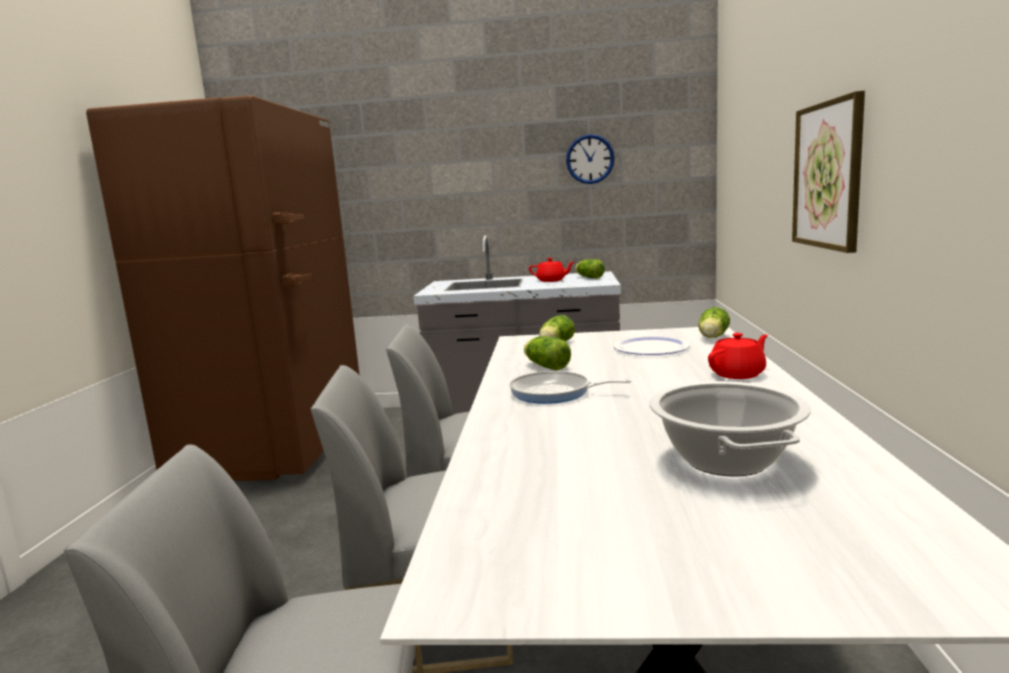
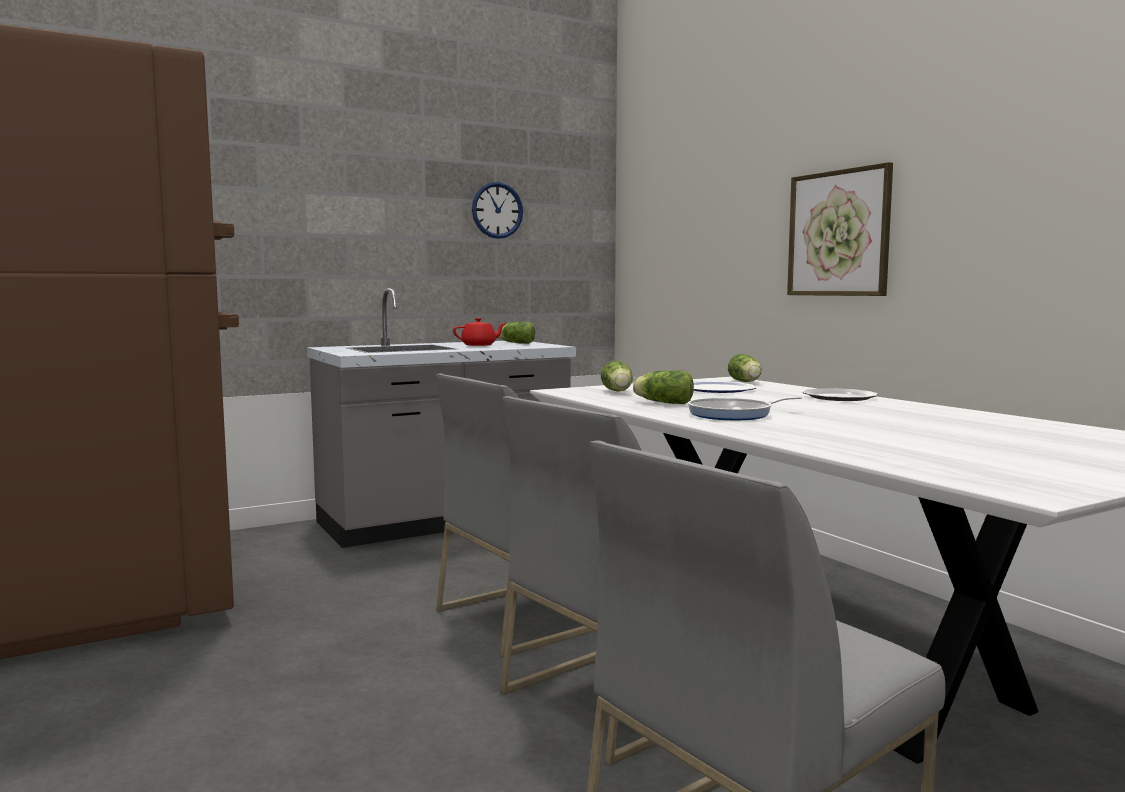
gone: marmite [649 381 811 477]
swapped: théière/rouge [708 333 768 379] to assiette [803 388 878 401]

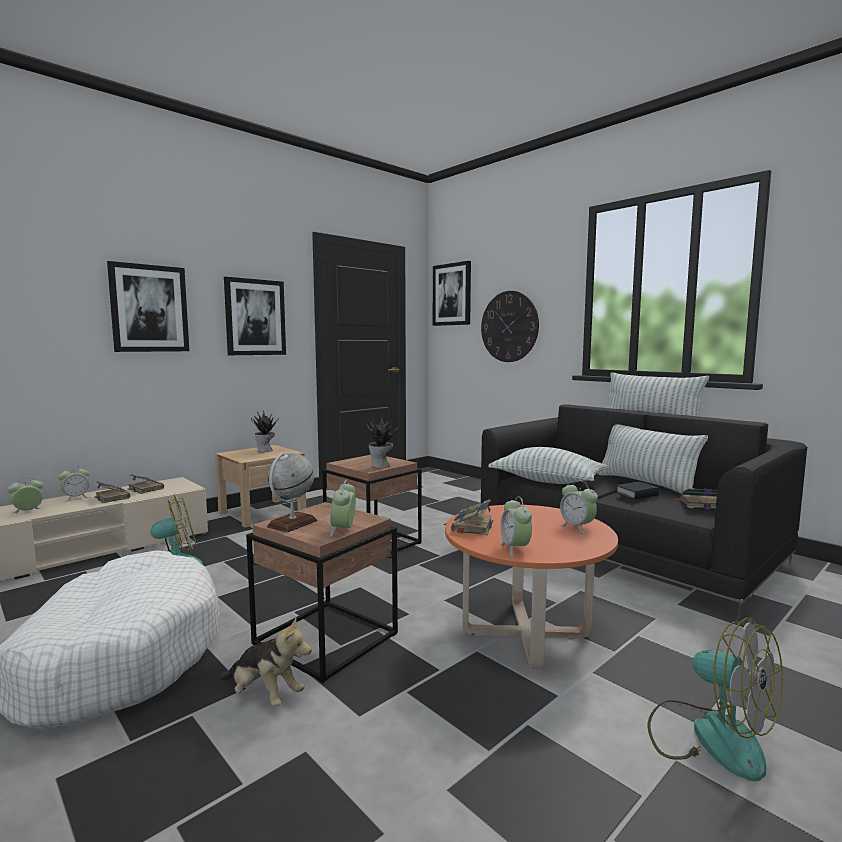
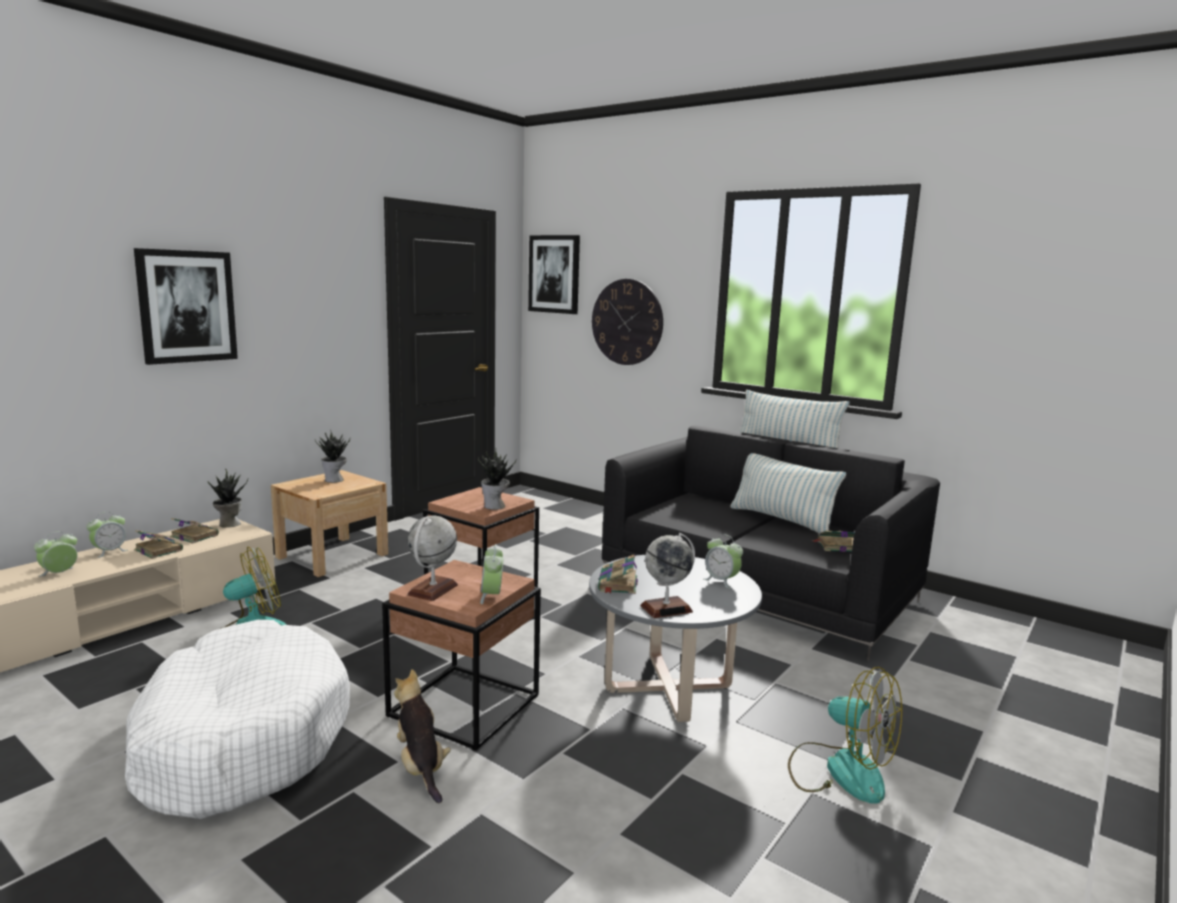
gone: tableau [224 277 286 355]; coussin [488 447 607 484]; livre [615 482 659 499]
new: plante en pot [208 469 248 528]
swapped: réveil [499 496 532 557] to globe [640 533 695 618]
repainted: table basse/orange [445 505 618 669] to table basse/gris [589 555 762 722]
rotated: peluche [220 617 311 706] = [394 669 451 803] 135 degrees counterclockwise

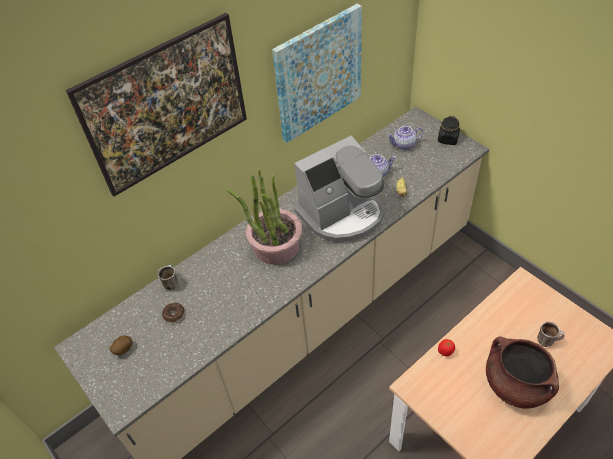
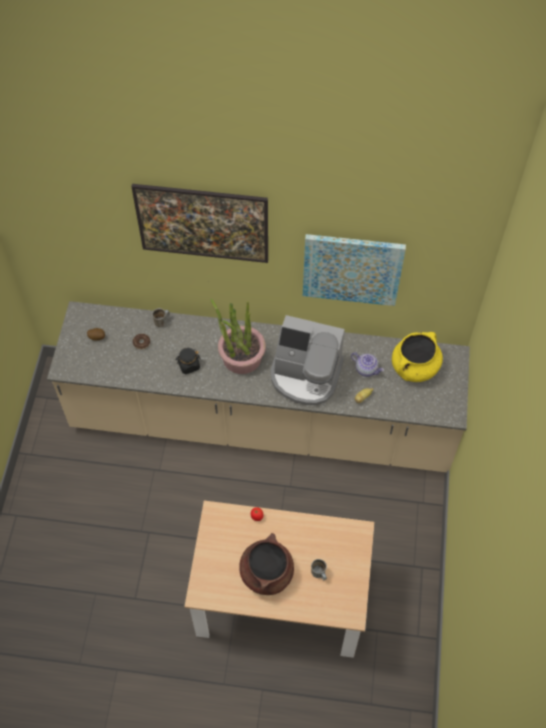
shifted: bocal/noir [438 116 460 145] to [175 348 200 374]
swapped: théière [387 126 424 150] to marmite/jaune [392 332 443 382]

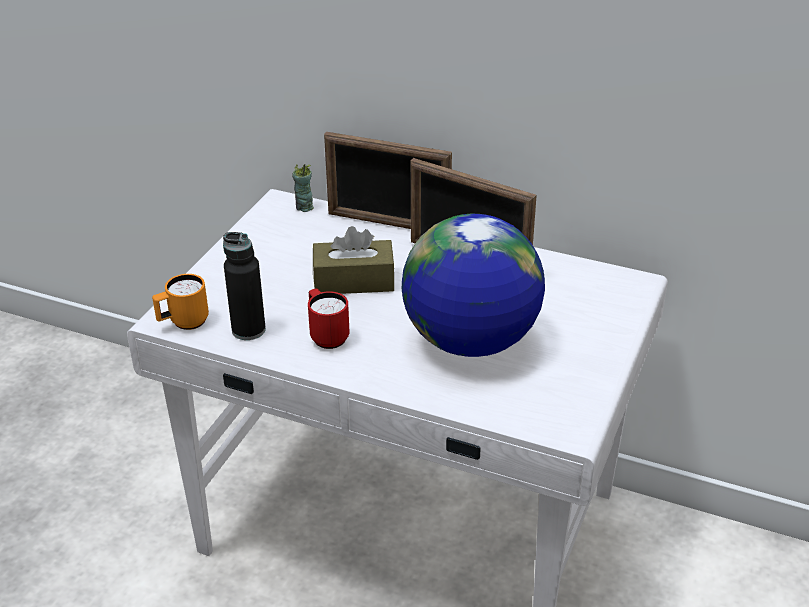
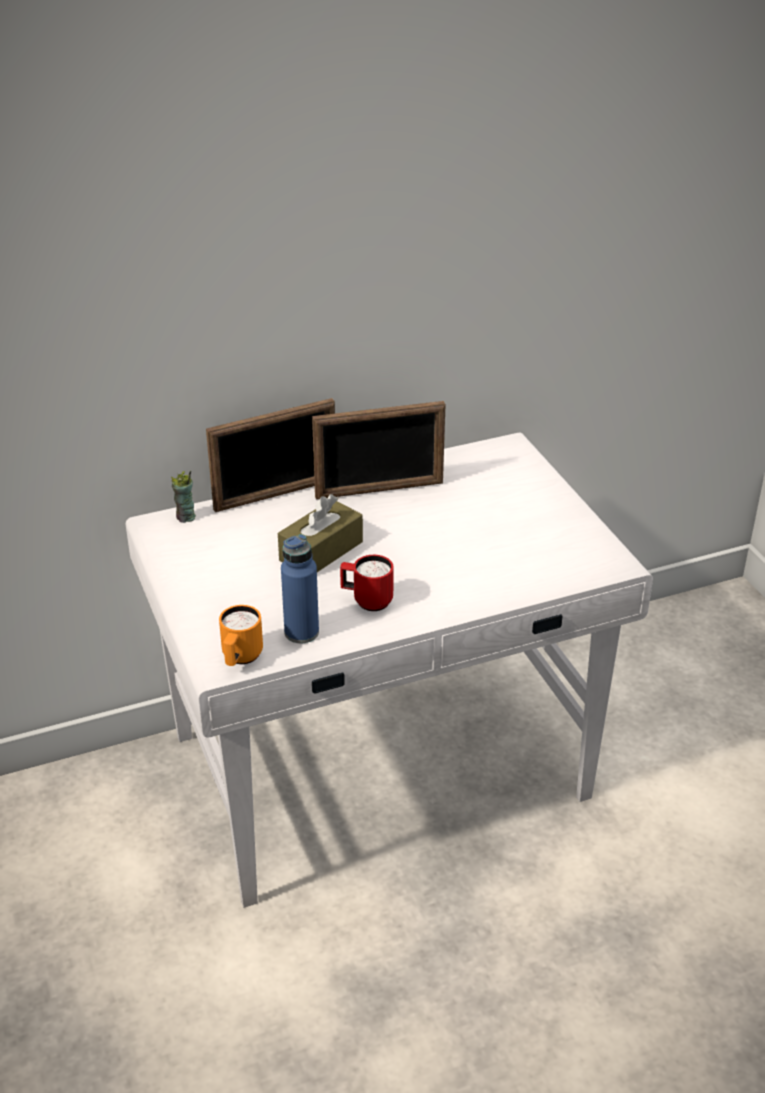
gone: globe [402 214 545 357]
repainted: bouteille/noir [223 232 266 340] to bouteille/bleu [281 534 319 643]

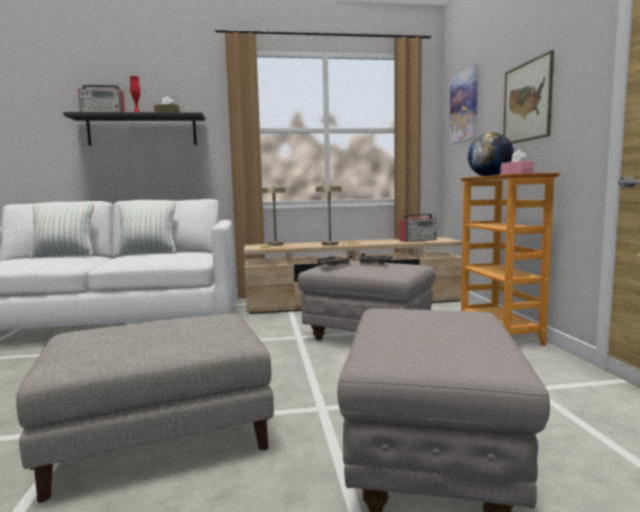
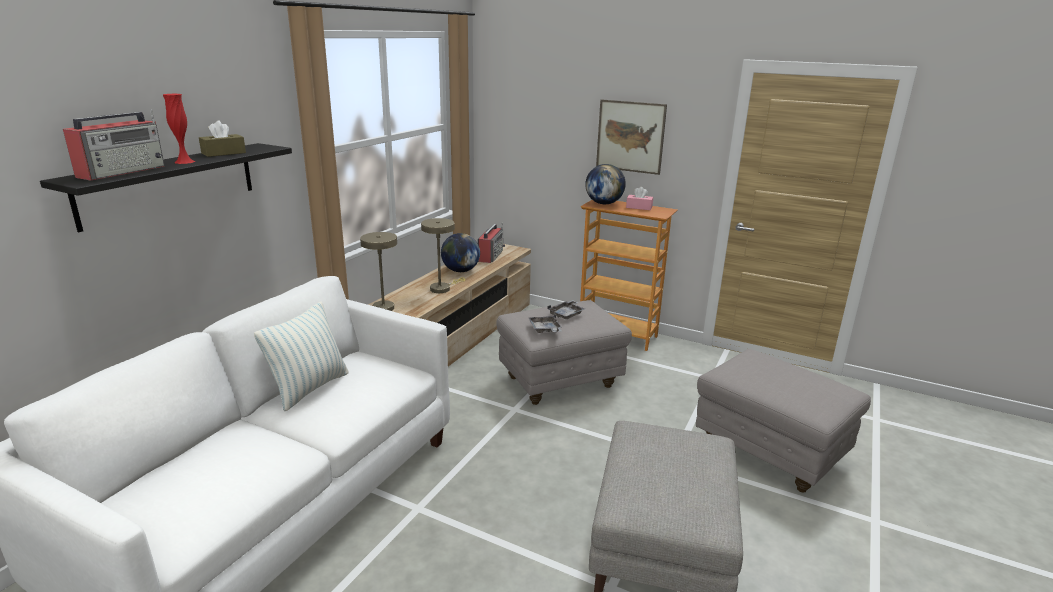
gone: coussin [30 203 94 258]; tableau [449 64 478 144]
new: globe [441 233 480 272]

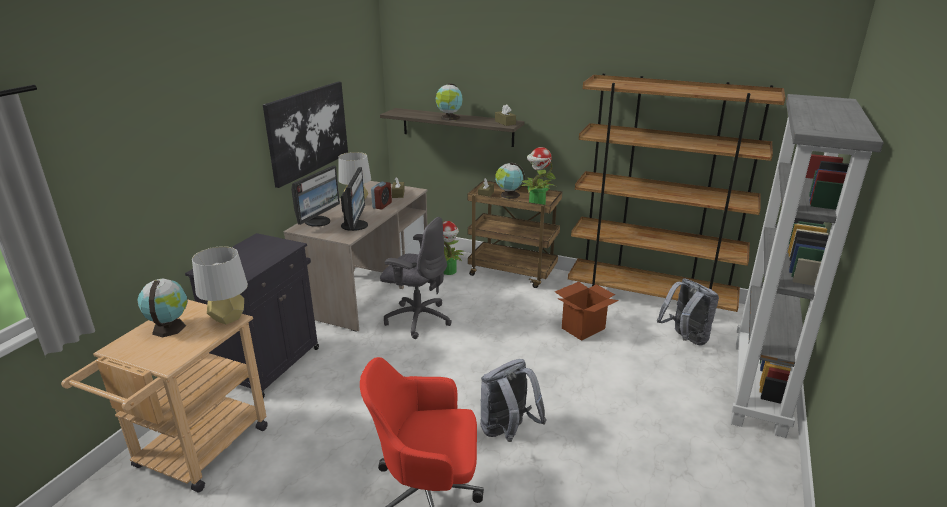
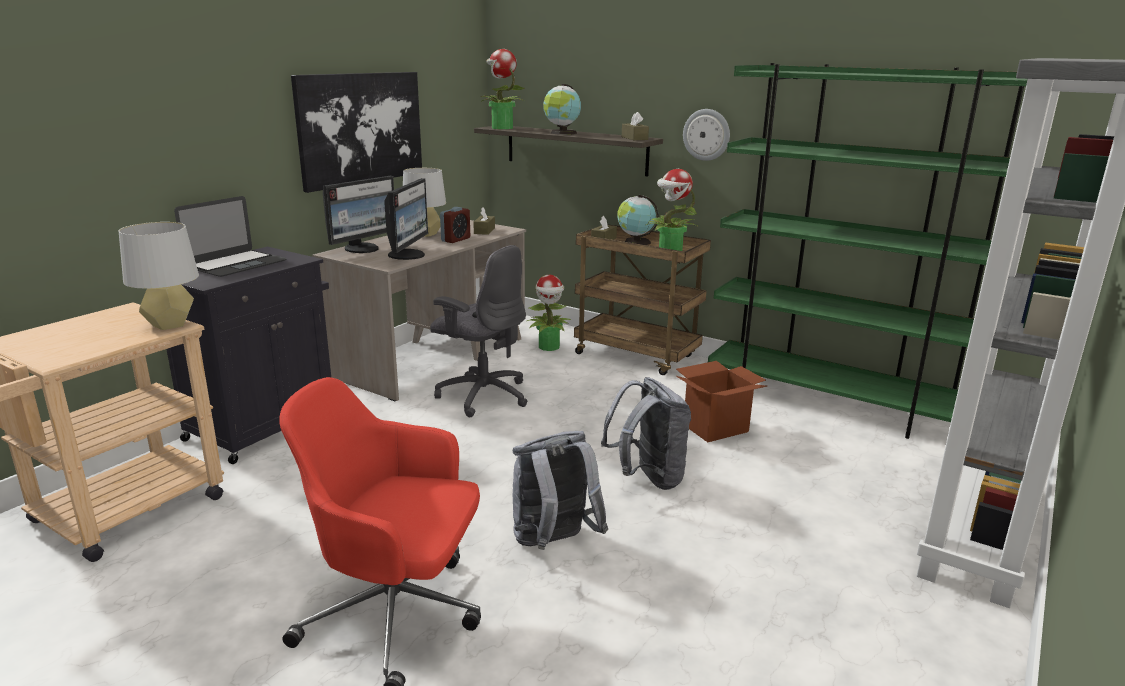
gone: globe [138 279 188 337]
new: ordinateur portable [174 196 287 277]; plante en pot [481 49 525 129]; horloge murale [683 109 730 161]
shifted: sac à dos/gris [657 278 719 346] to [601 377 691 490]
repainted: bibliothèque/marron [568 73 785 312] to bibliothèque/vert [708 63 1028 439]

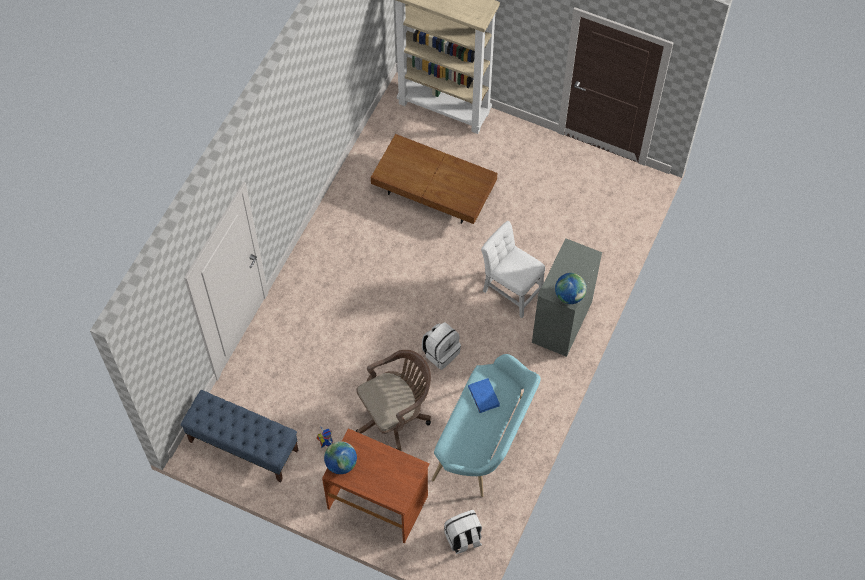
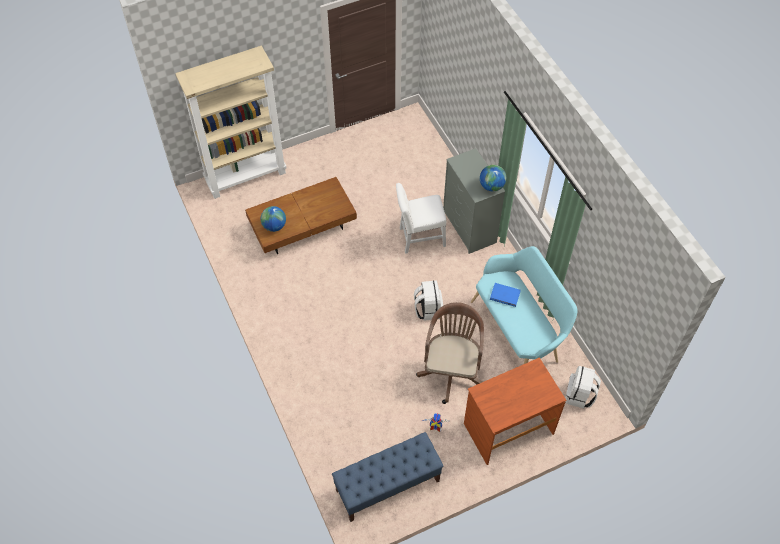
shifted: globe [324 441 357 474] to [261 206 286 232]

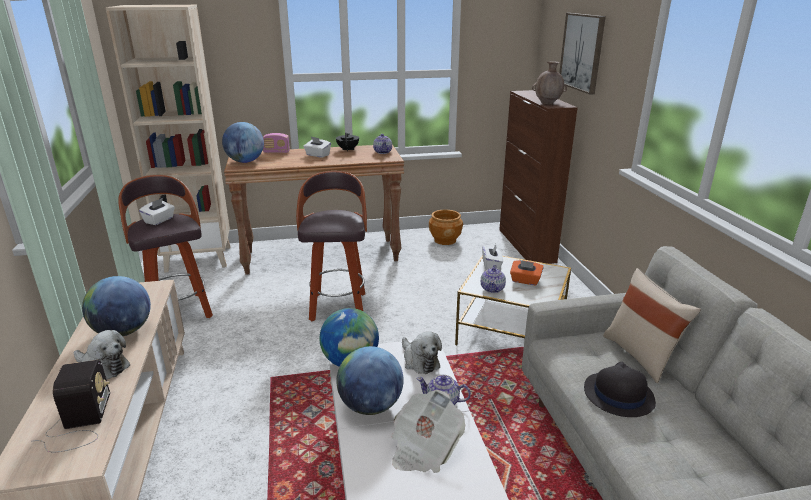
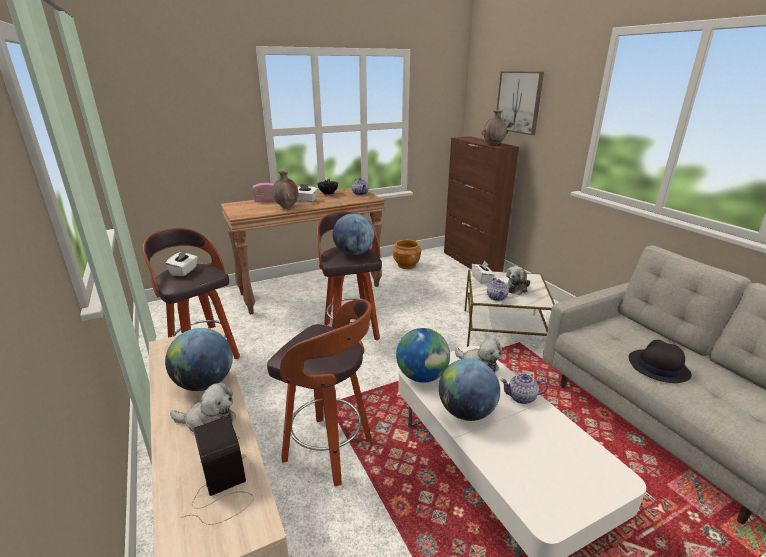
gone: bibliothèque/beige [105 5 230 273]; journal [391 390 465 473]; coussin/beige [603 268 701 383]
new: tabouret [267 299 372 486]; vase/marron [272 170 299 208]
shifted: globe [222 122 264 163] to [333 214 374 255]
swapped: boîte à mouchoirs/orange [510 260 544 286] to peluche [505 266 530 295]

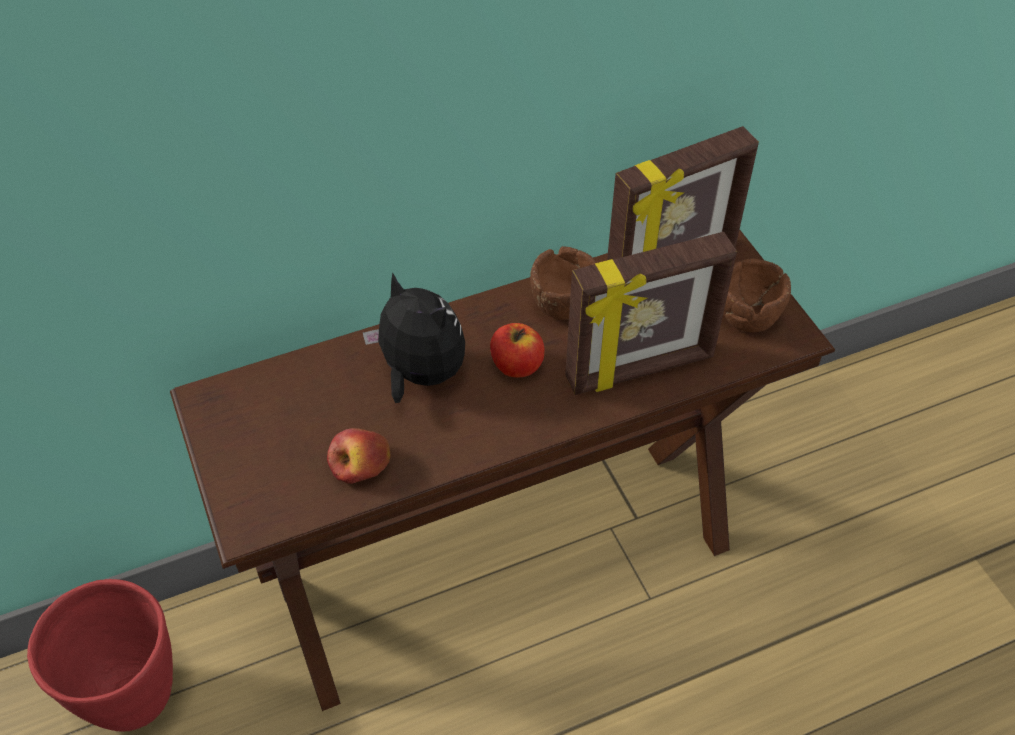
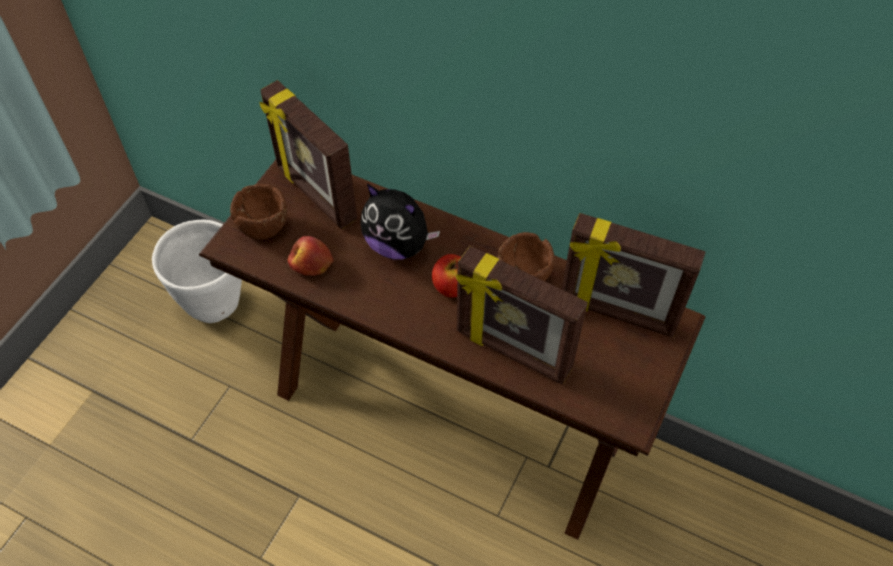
new: cadre photo [259 80 357 229]
shifted: bol/marron [724 258 791 333] to [230 184 287 240]
repainted: cache-pot/rouge [27 579 173 732] to cache-pot/blanc [152 220 242 323]
rotated: peluche [363 272 465 403] = [360 184 440 260] 120 degrees clockwise

